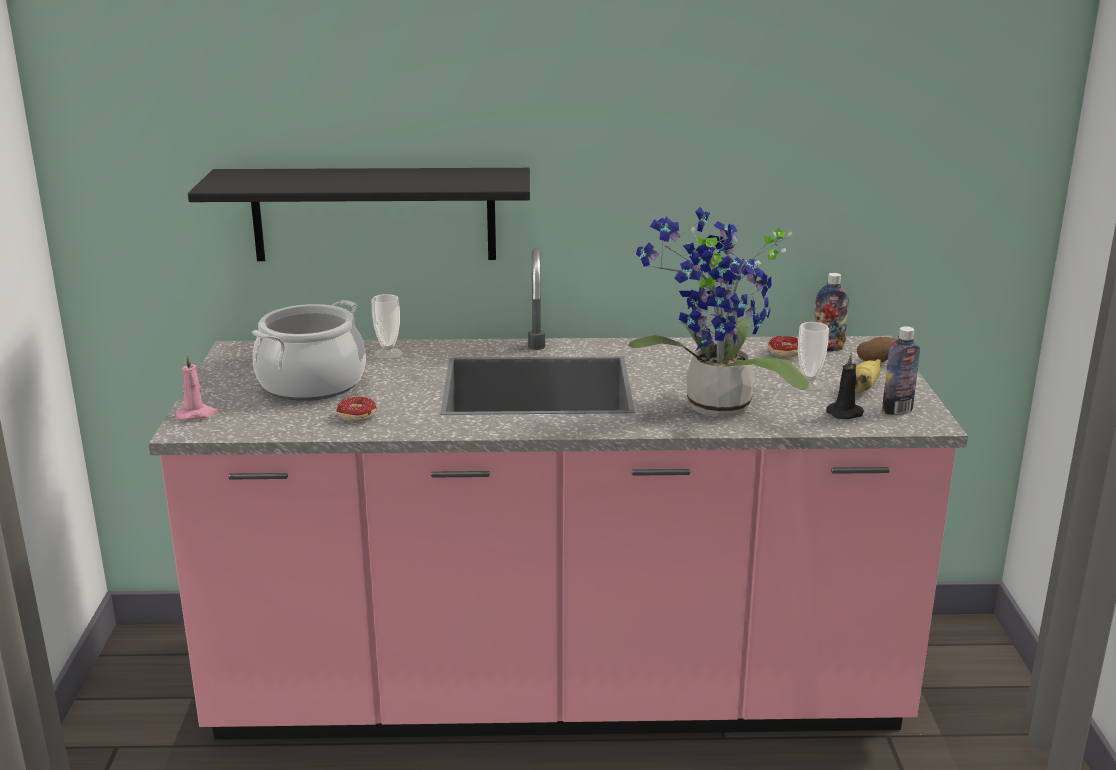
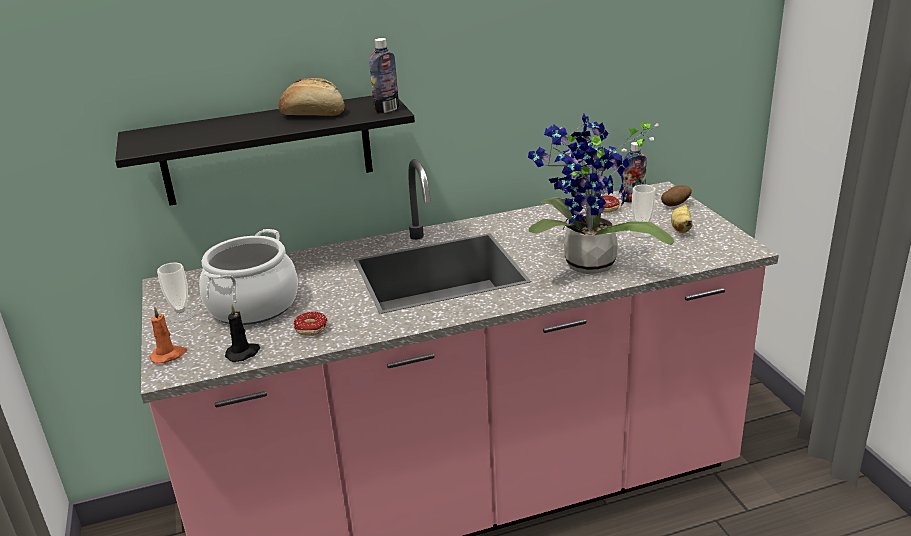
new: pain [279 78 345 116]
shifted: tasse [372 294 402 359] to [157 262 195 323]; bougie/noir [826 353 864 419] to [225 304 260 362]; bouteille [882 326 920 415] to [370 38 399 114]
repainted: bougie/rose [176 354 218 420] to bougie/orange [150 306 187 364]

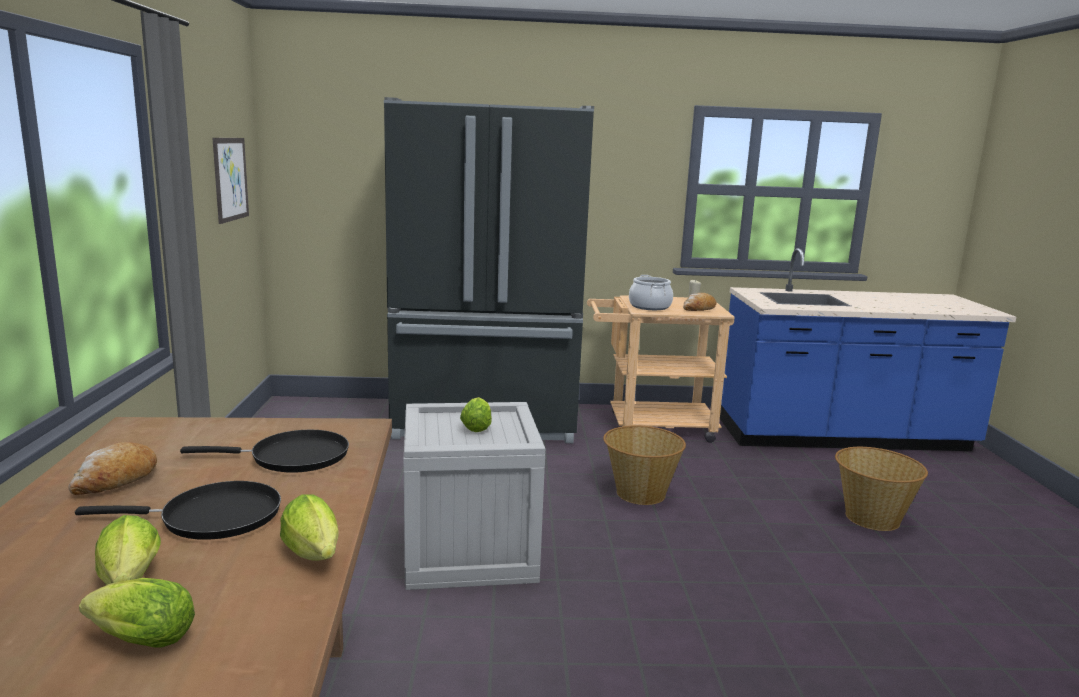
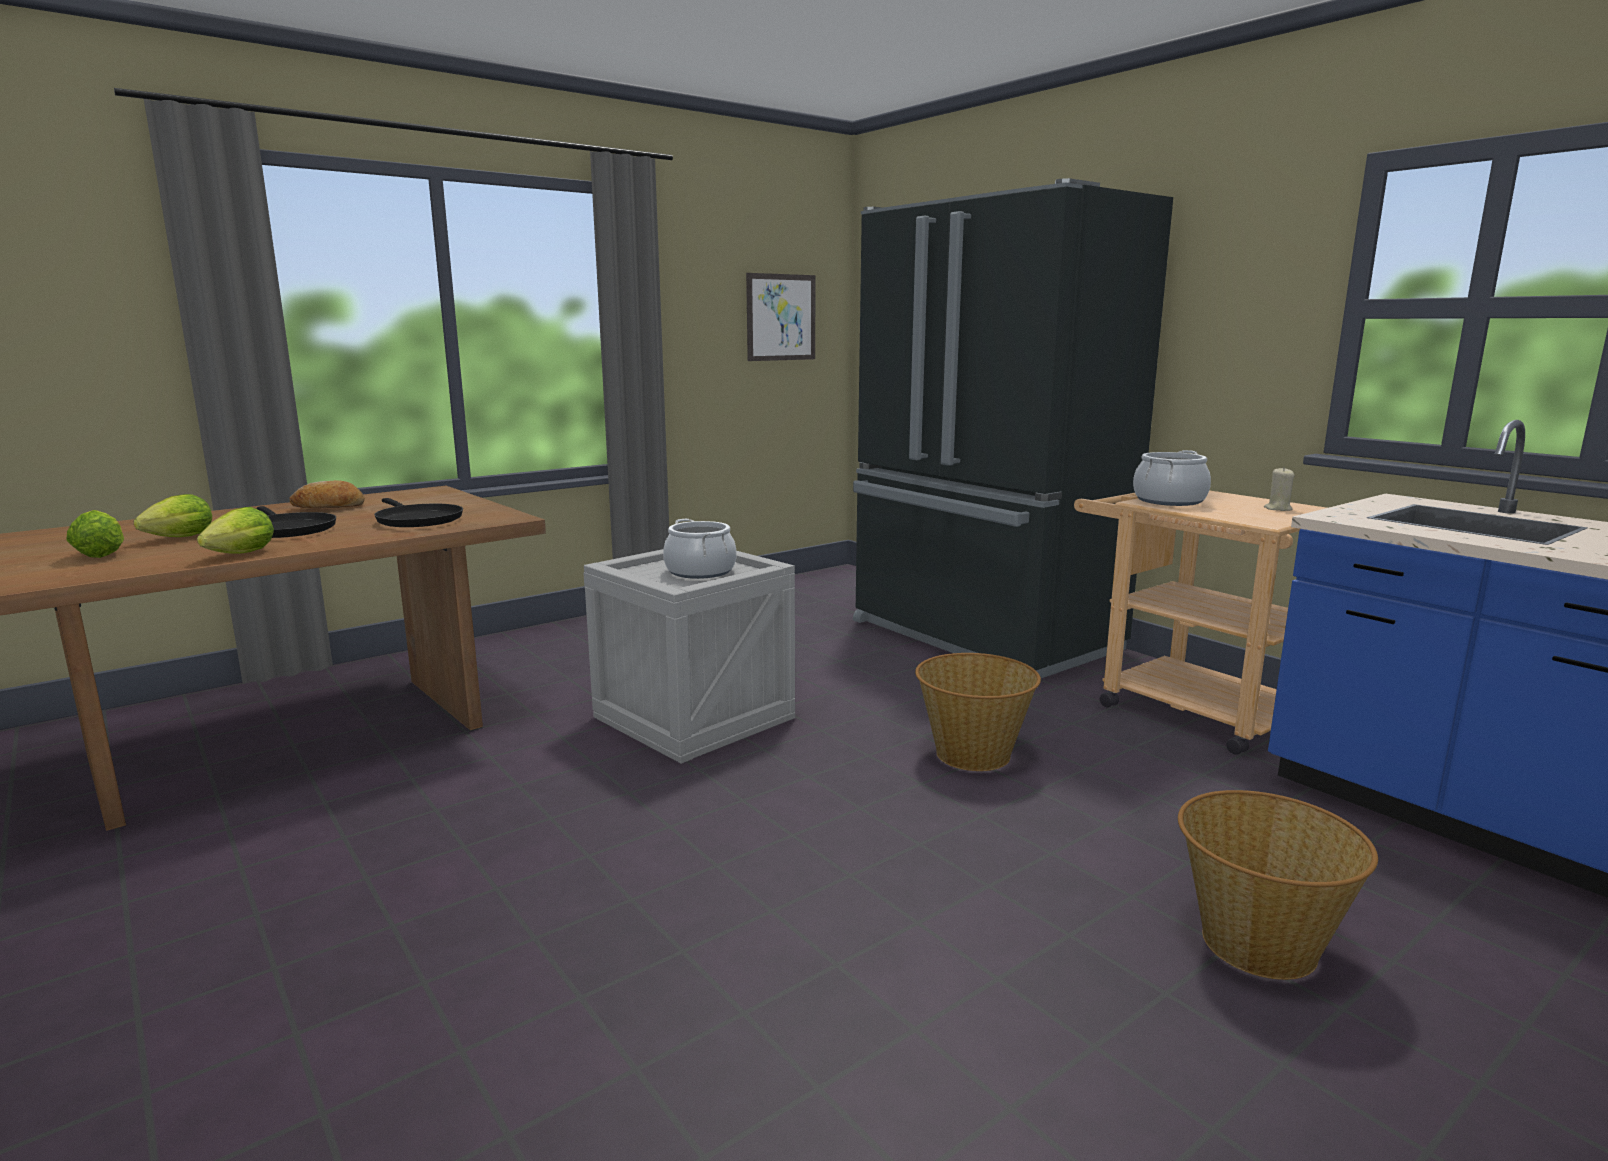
gone: pain [683 293 716 311]
swapped: laitue [460 397 492 432] to marmite [663 519 736 579]

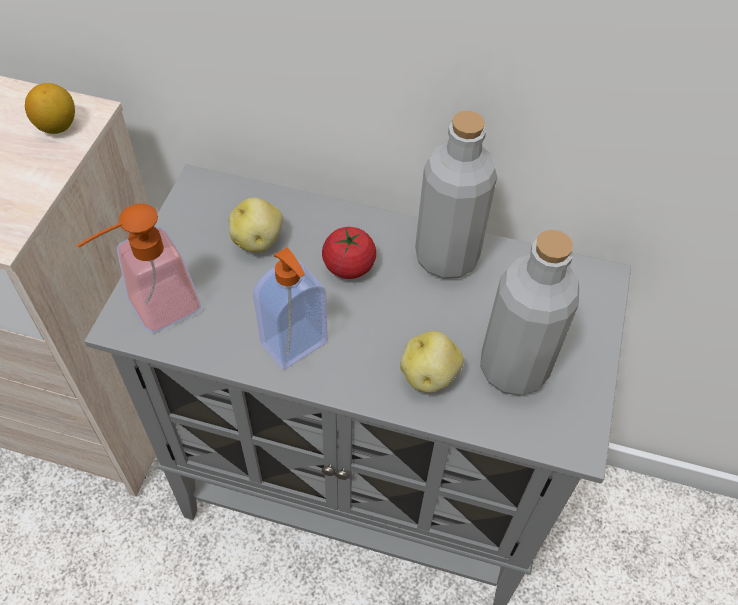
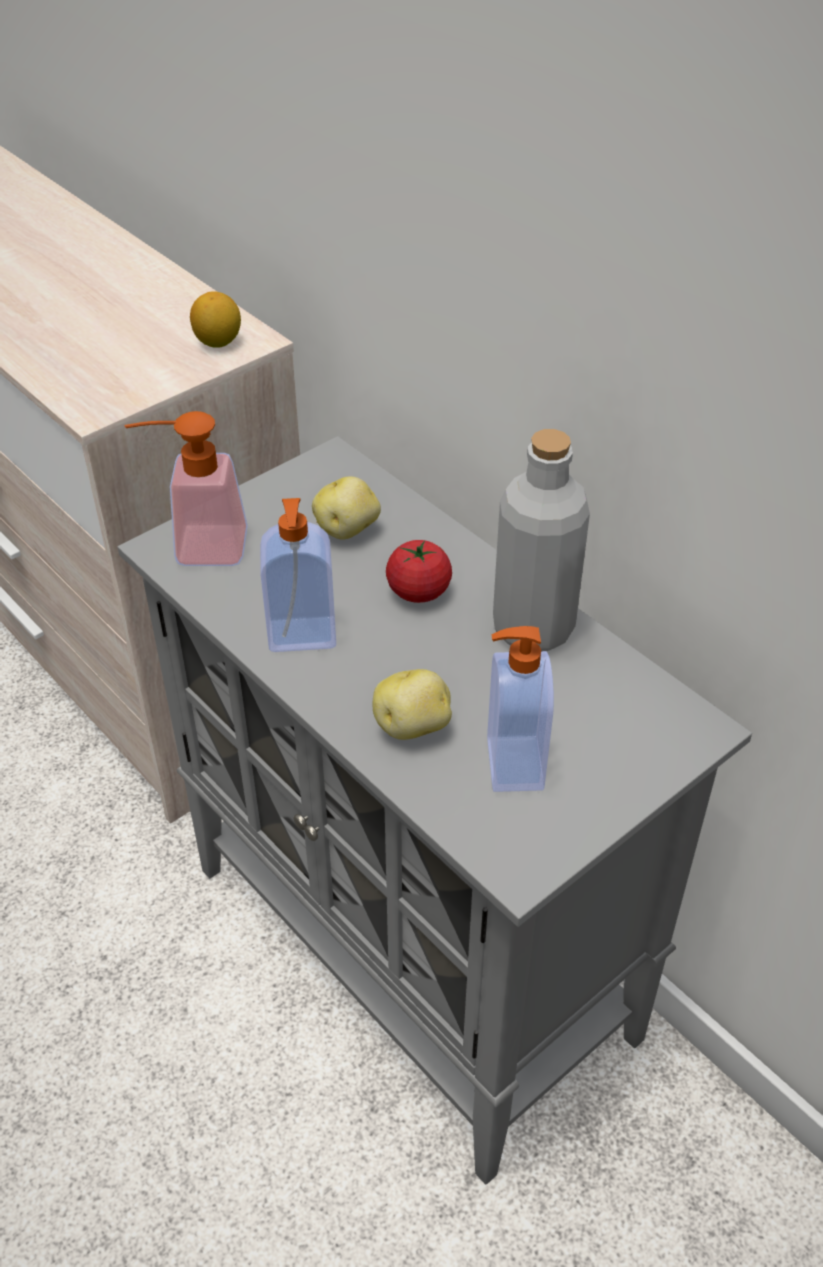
swapped: bouteille/gris [480 230 579 396] to distributeur de savon [487 626 554 792]

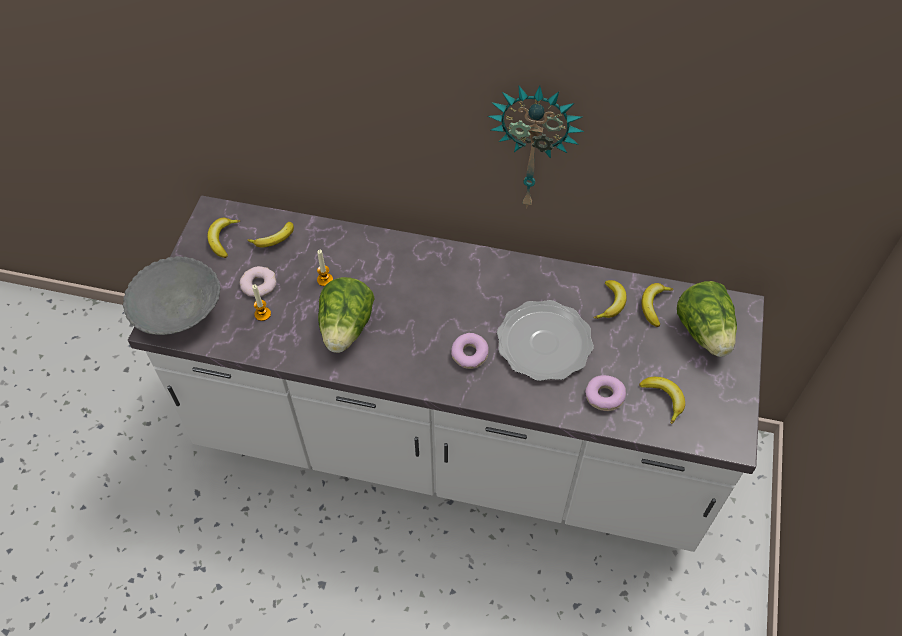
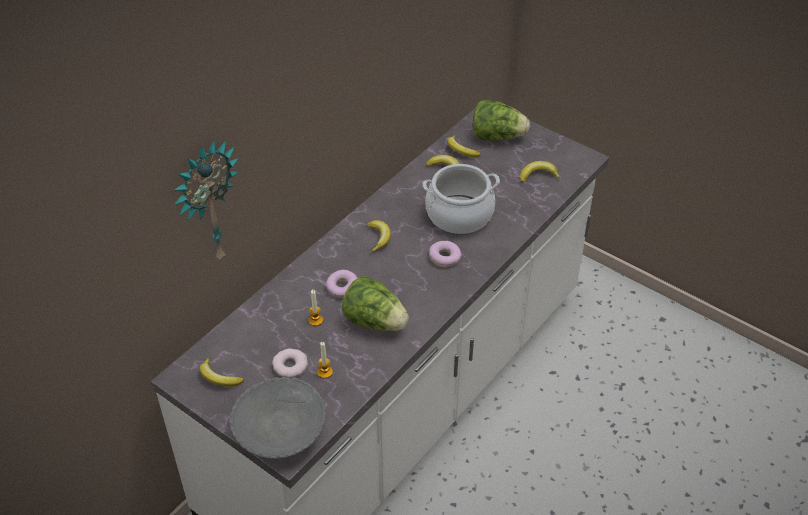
shifted: banane [248 222 294 247] to [367 220 391 252]; horloge murale [488 86 584 208] to [174 140 239 262]; beignet [585 375 626 411] to [326 270 357 298]
swapped: assiette [497 300 594 381] to marmite [423 164 500 234]

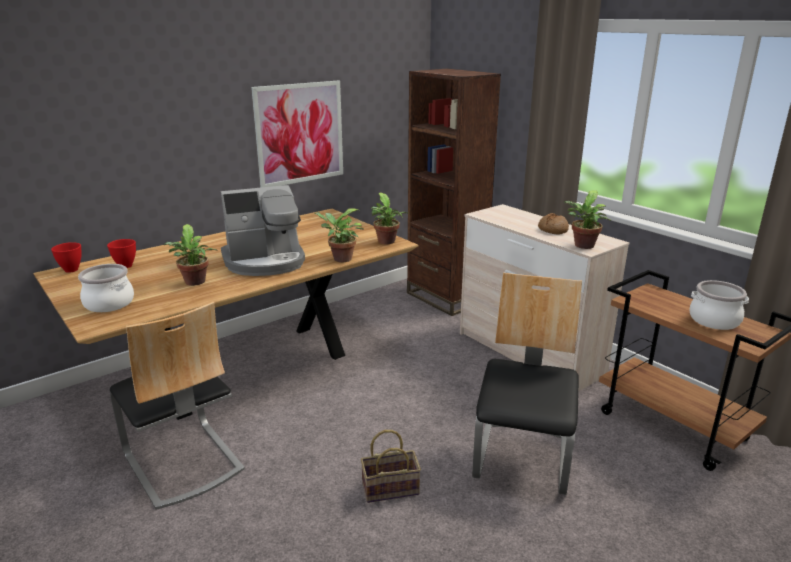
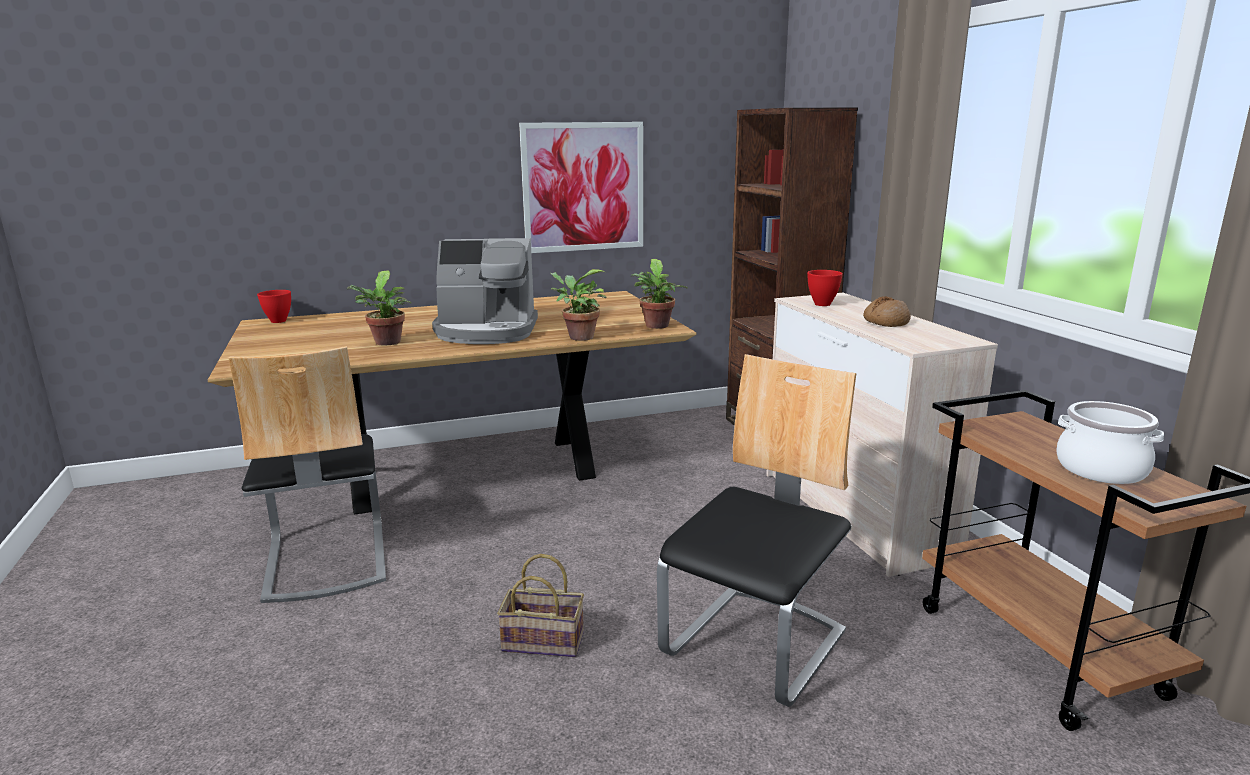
gone: marmite [78 264 134 312]; plante en pot [564 190 611 249]
shifted: bol/rouge [107 239 136 268] to [807 270 843 306]

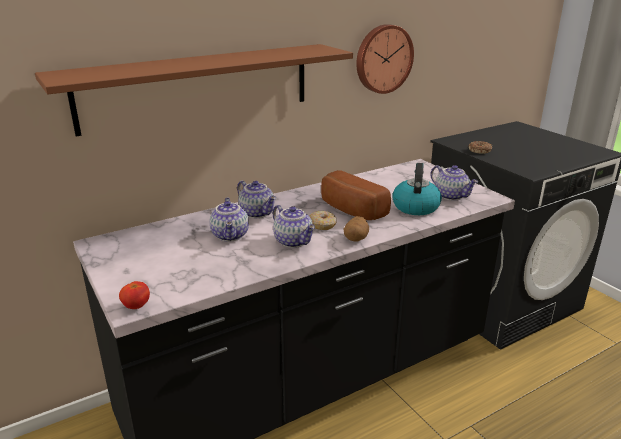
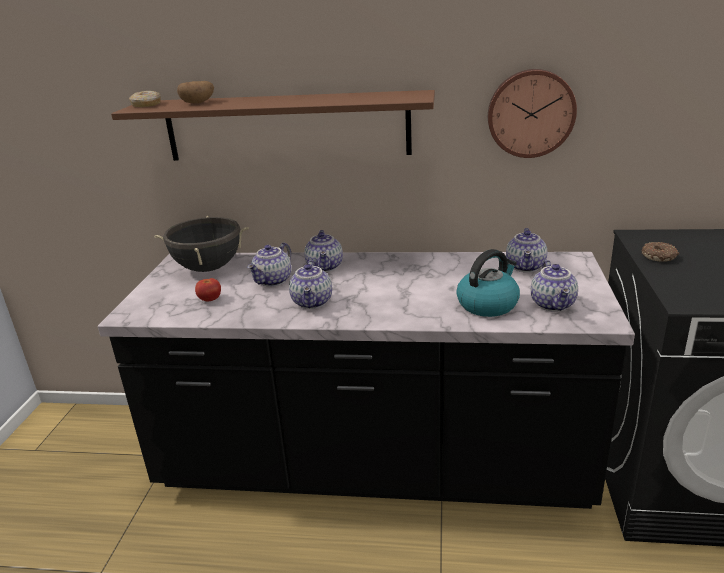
gone: pain [321 170 391 220]
new: marmite/noir [154 216 249 272]; théière [506 228 547 272]
shifted: tomate [119 281 150 309] to [195 278 221 302]; beignet [309 211 337 230] to [129 91 160 107]; pomme de terre [343 216 369 242] to [177 81 214 104]

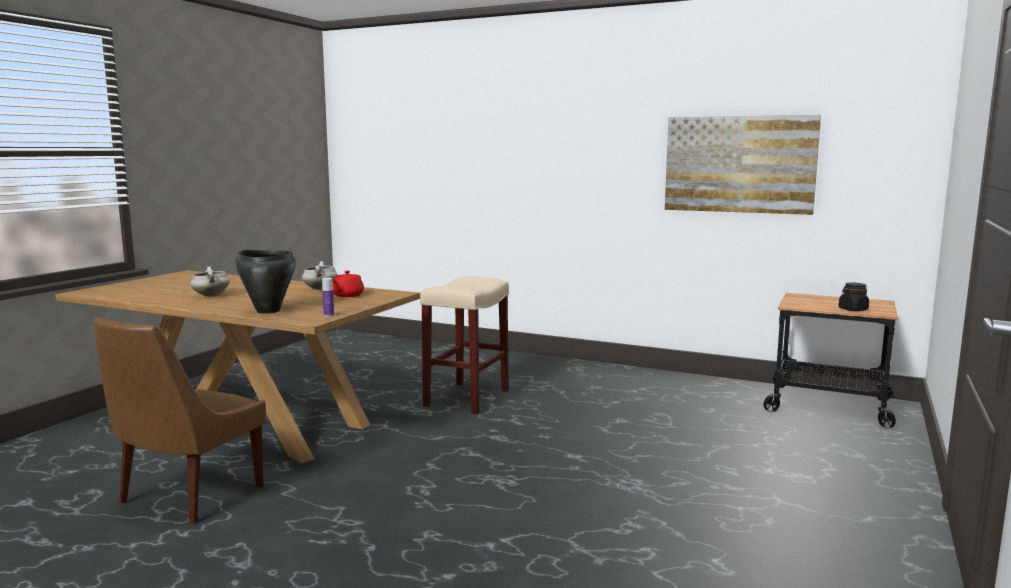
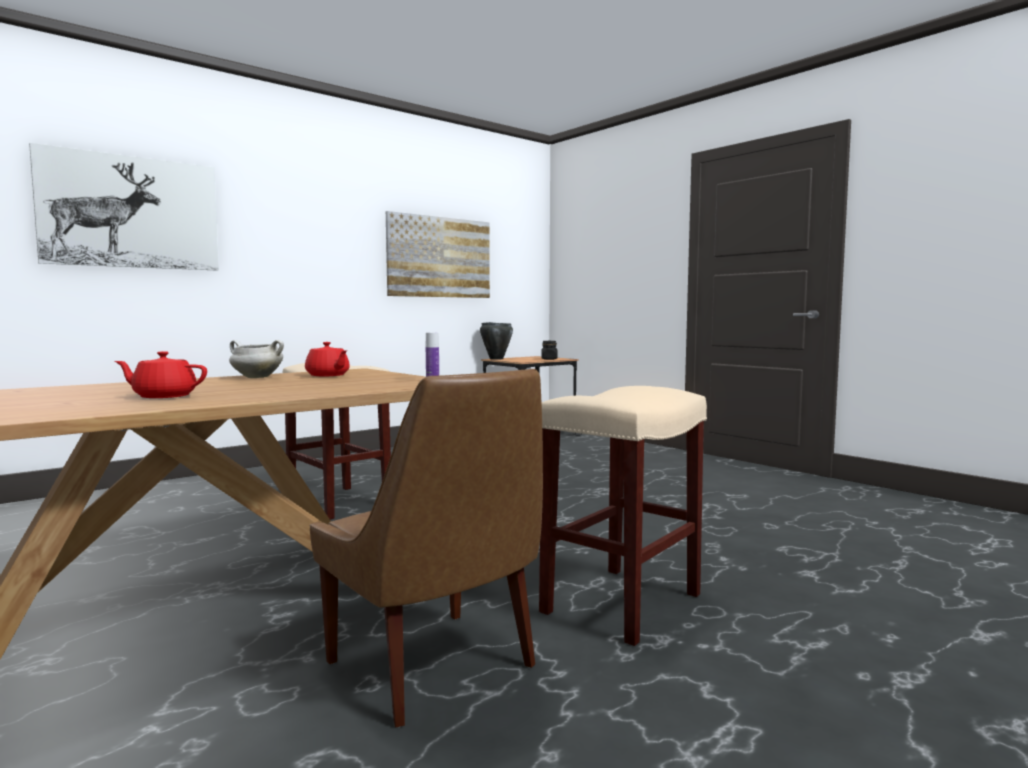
new: tableau [29 143 219 271]; tabouret/beige [539 386 707 646]
shifted: marmite/noir [235 250 296 314] to [480 322 513 360]
swapped: marmite/blanc [190 267 230 297] to théière/rouge [115 351 207 398]

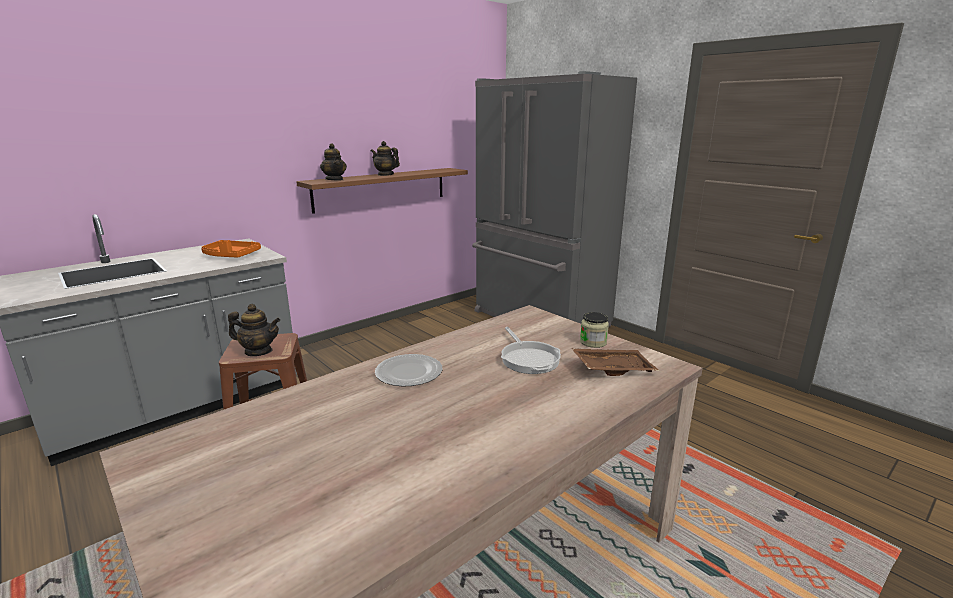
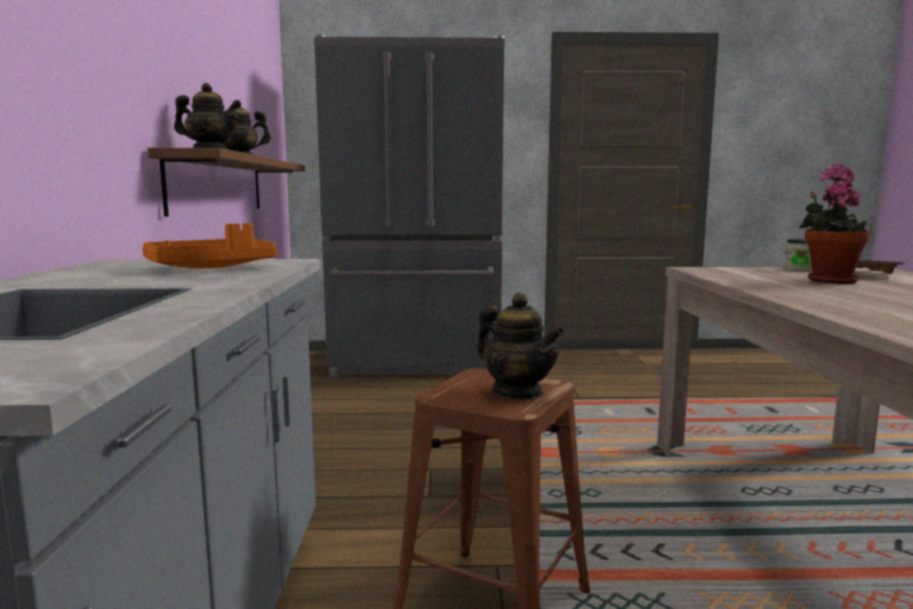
gone: assiette [375 354 442 386]
swapped: poêle [501 327 561 374] to plante en pot [799 164 871 284]
rotated: théière [228 304 280 356] = [477 293 564 399] 90 degrees clockwise

